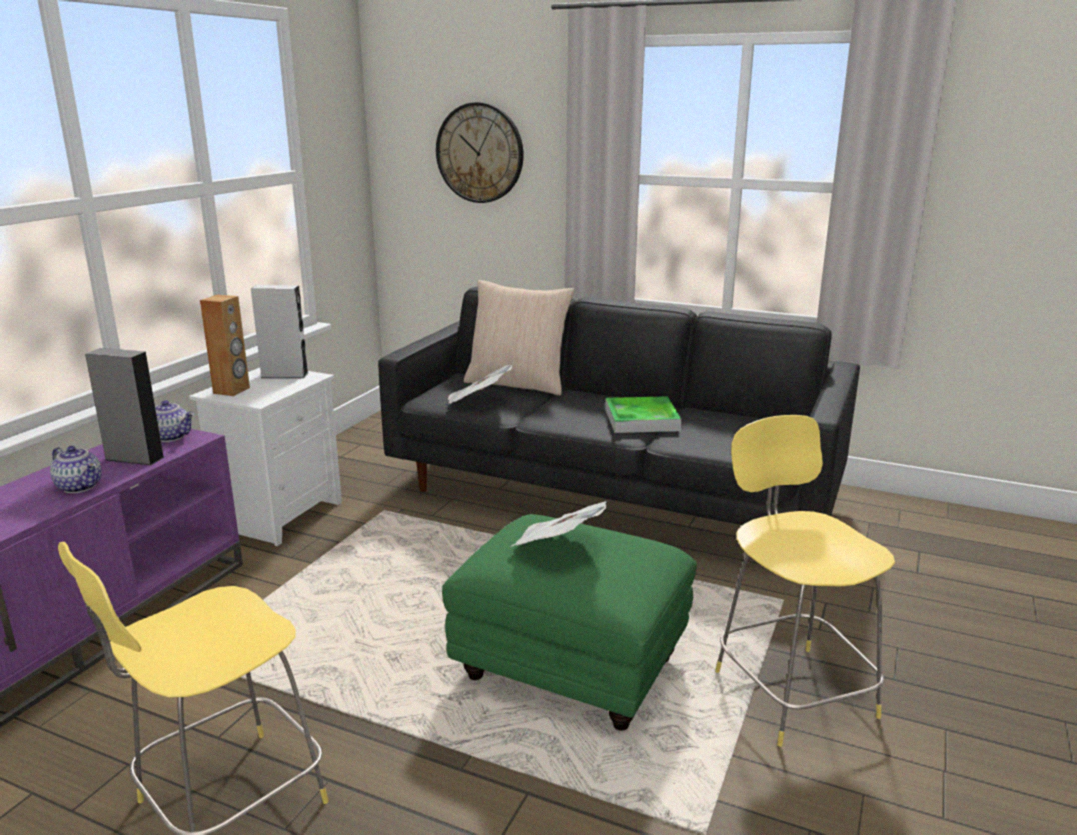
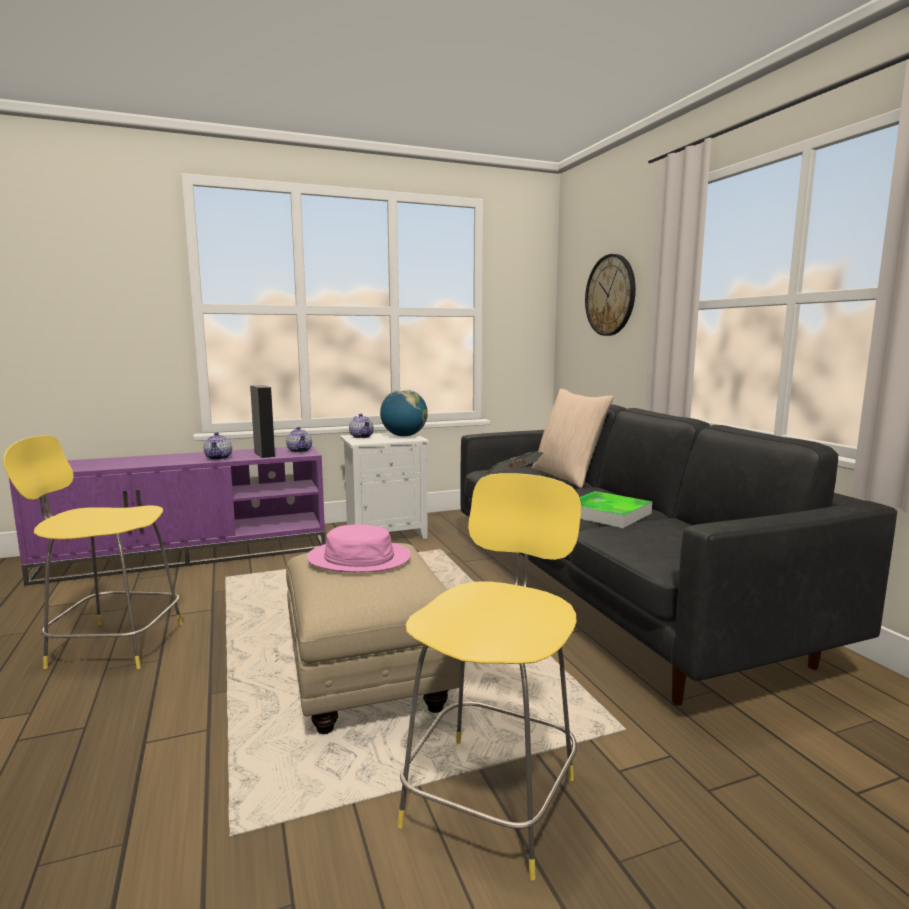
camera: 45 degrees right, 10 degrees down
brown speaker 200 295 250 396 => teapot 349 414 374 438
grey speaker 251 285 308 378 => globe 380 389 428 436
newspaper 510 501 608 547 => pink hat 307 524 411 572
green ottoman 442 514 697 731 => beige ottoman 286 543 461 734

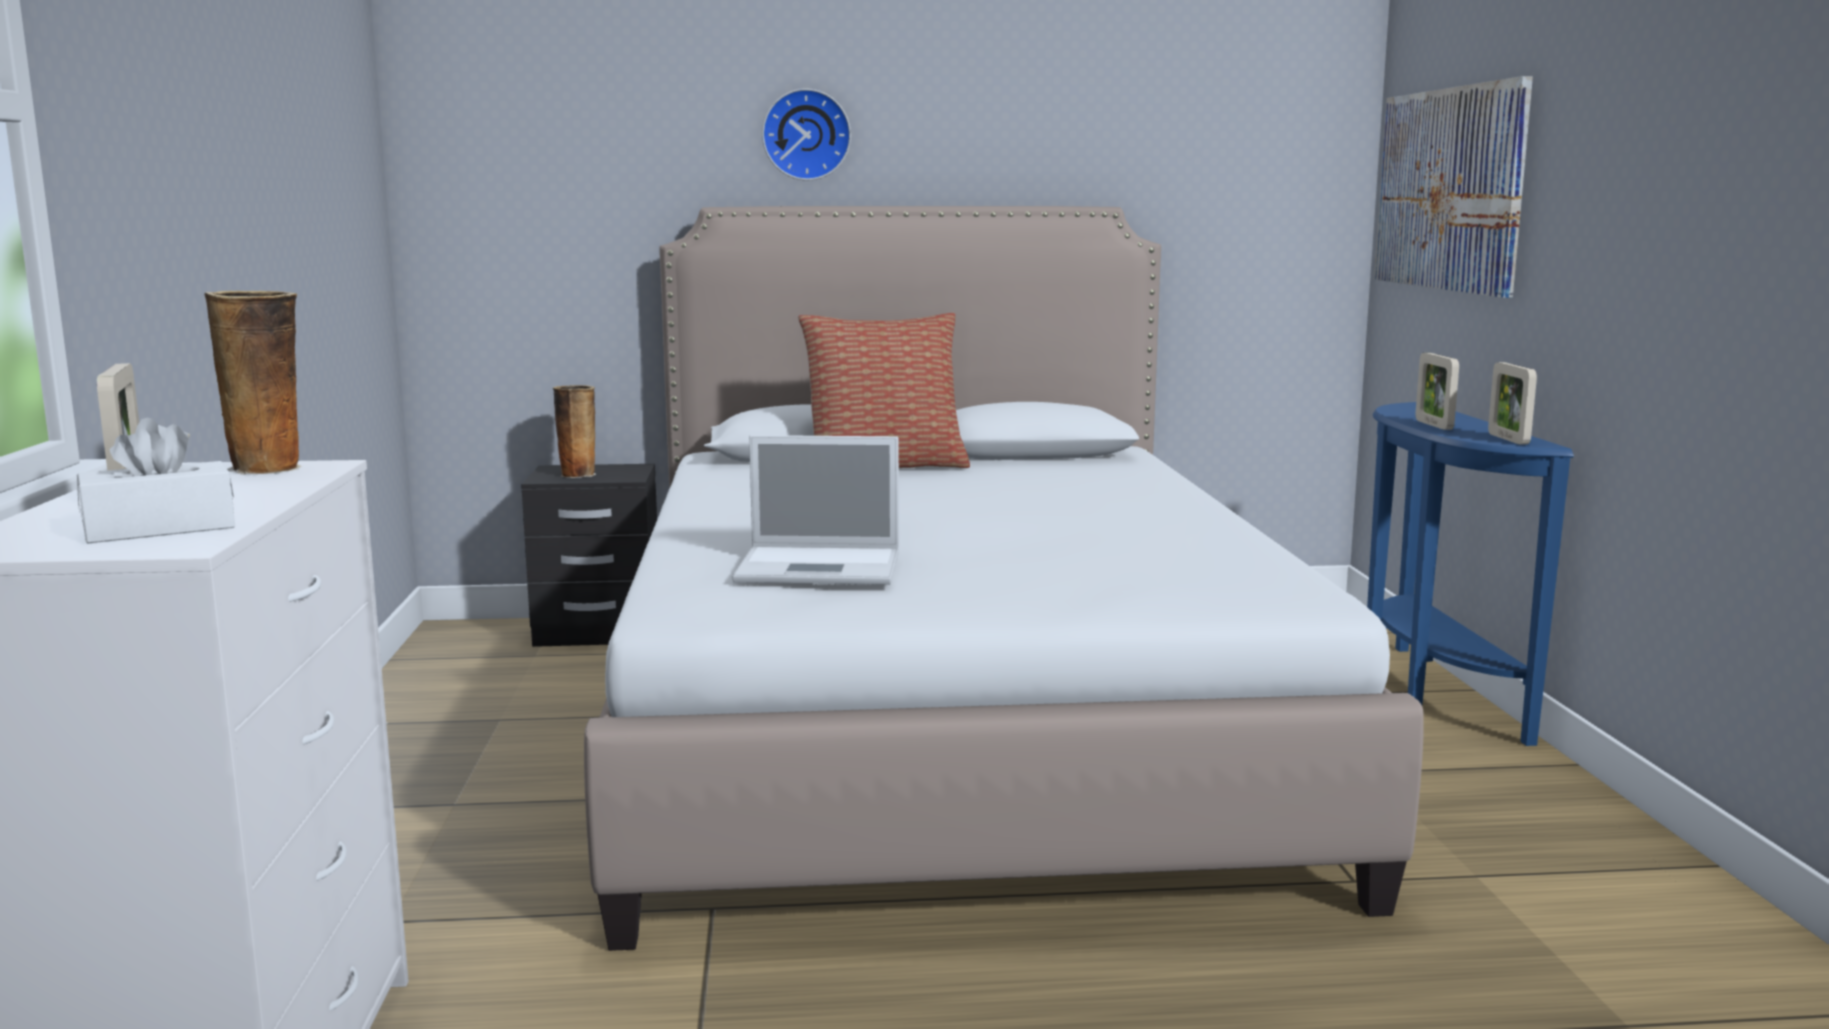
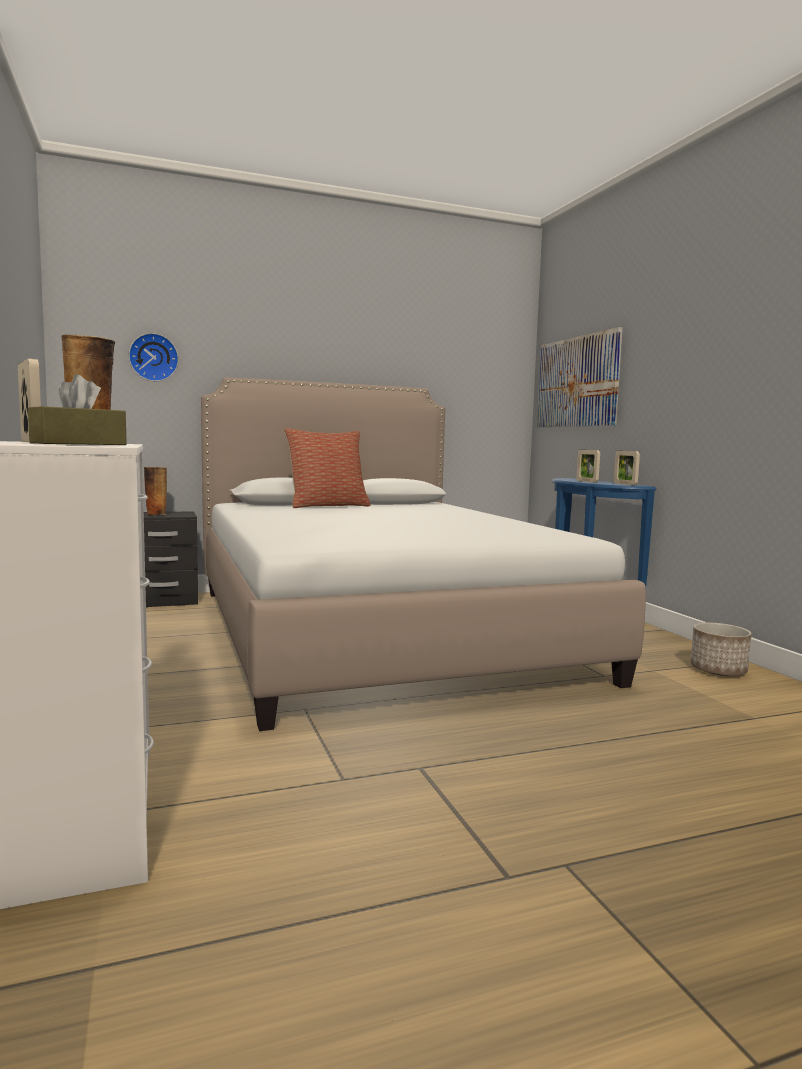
camera: 15 degrees left, 5 degrees down
laptop 732 435 899 585 => nothing
nothing => planter 691 623 752 676
wall clock 762 88 851 181 => wall clock 129 333 179 382, move
white tissue box 77 418 235 543 => brown tissue box 28 374 127 445

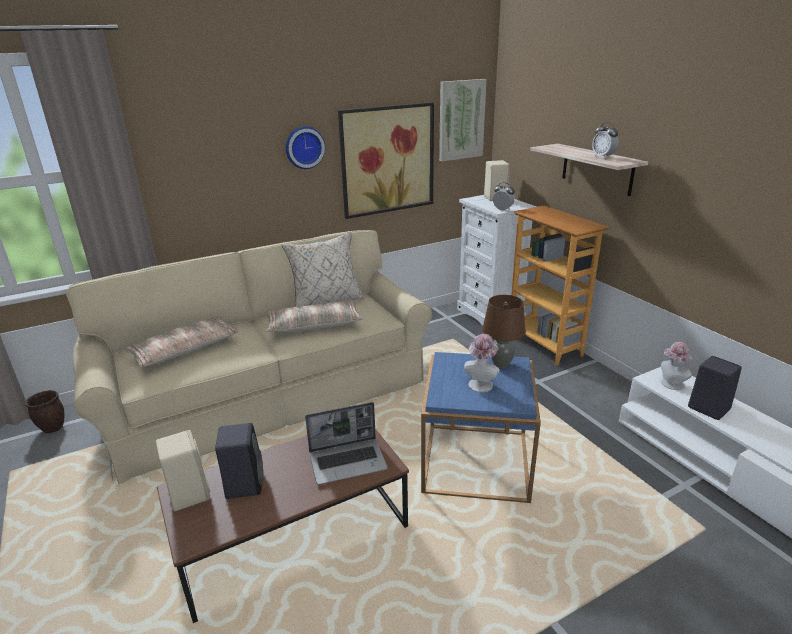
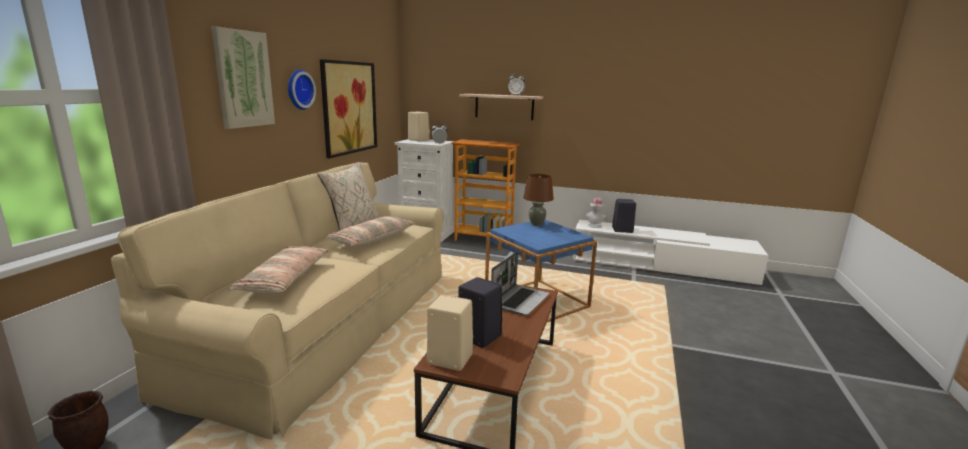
camera: 45 degrees left, 10 degrees down
hat 464 334 500 392 => nothing
picture 439 79 487 161 => picture 211 27 275 129, move

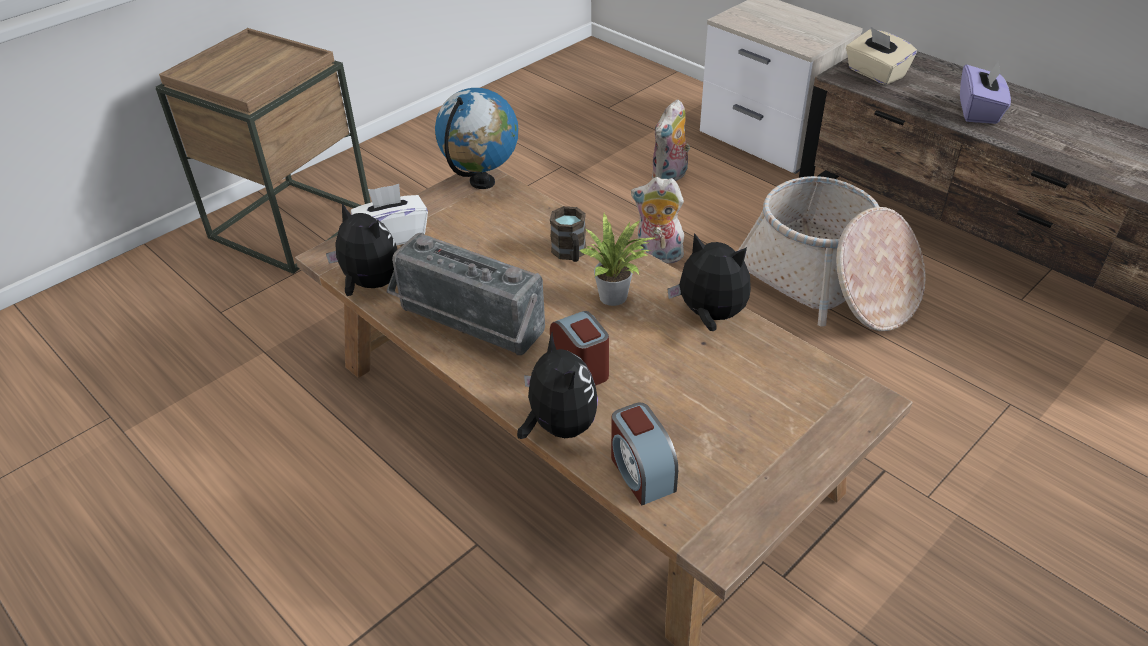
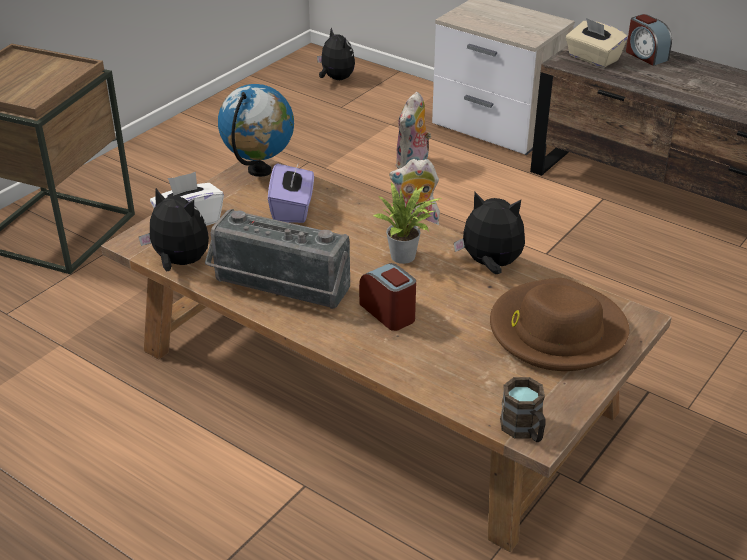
camera: 10 degrees left, 5 degrees down
basket 738 176 926 331 => nothing
nothing => brown hat 490 278 629 371
plush toy 517 333 598 439 => plush toy 317 27 355 80, move
brown mug 550 206 586 262 => brown mug 500 377 546 442, move
alarm clock 611 403 678 505 => alarm clock 626 14 672 66, move
purple tissue box 960 61 1011 124 => purple tissue box 268 160 314 223, move

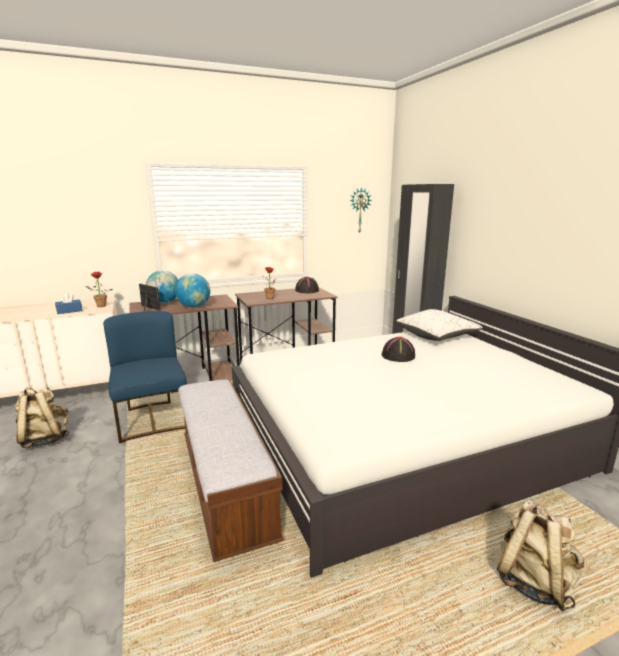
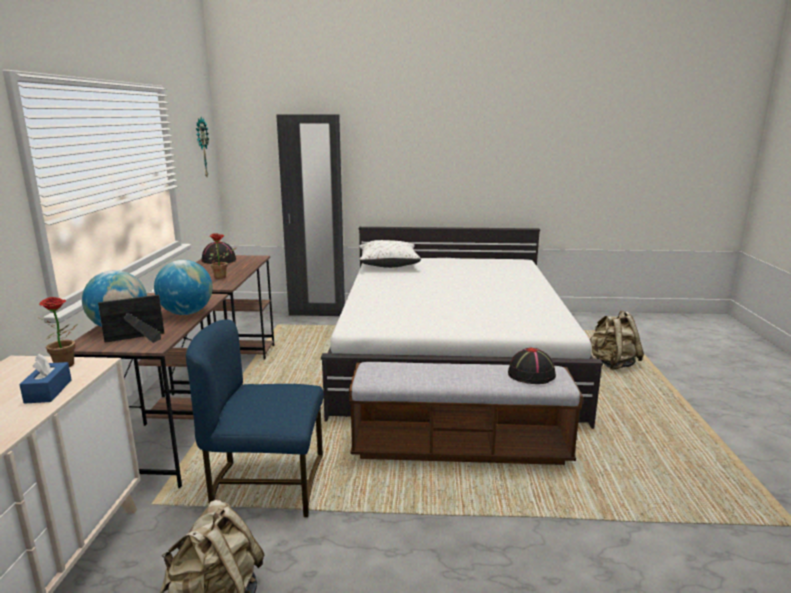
camera: 65 degrees left, 0 degrees up
black hat 382 337 415 362 => black hat 508 347 556 384, move

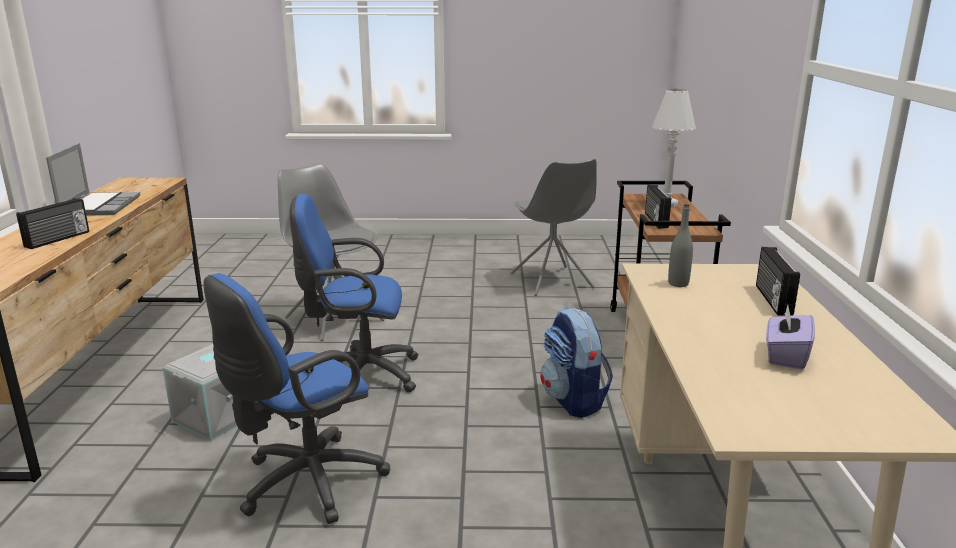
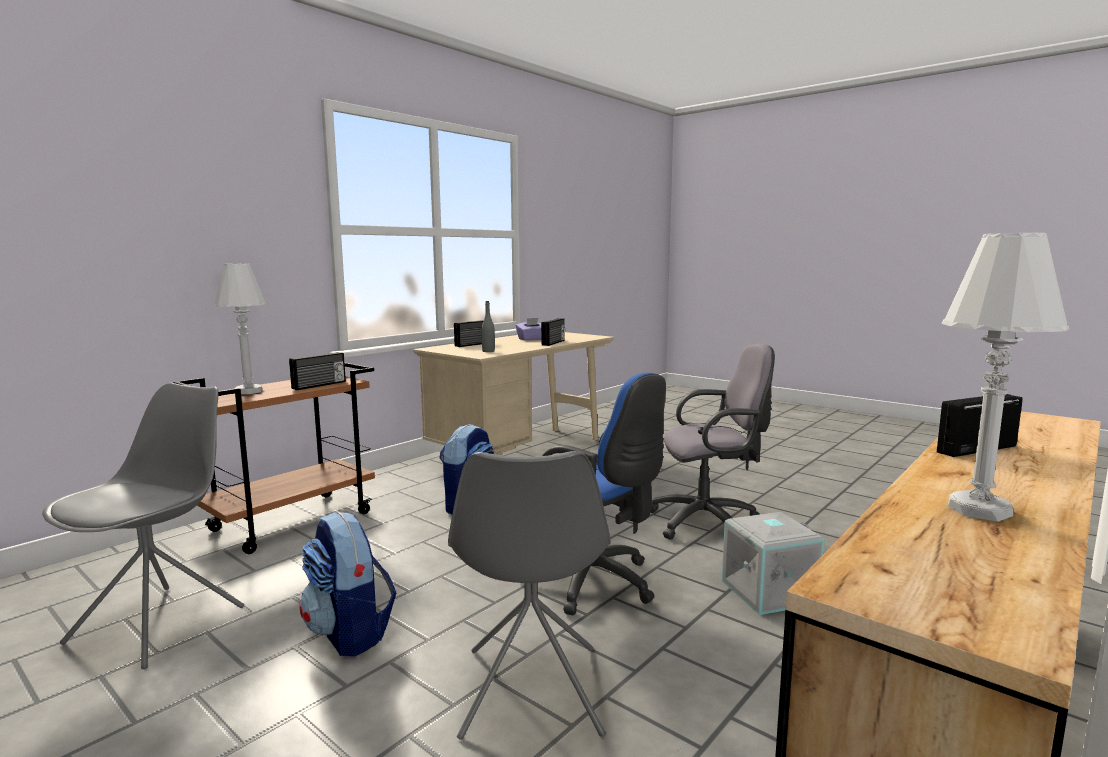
camera: 140 degrees left, 10 degrees down
nothing => backpack 300 511 396 657
nothing => radio 541 318 565 346
laptop 46 143 140 216 => white table lamp 941 233 1069 522
blue office chair 203 273 390 524 => grey office chair 650 344 775 540

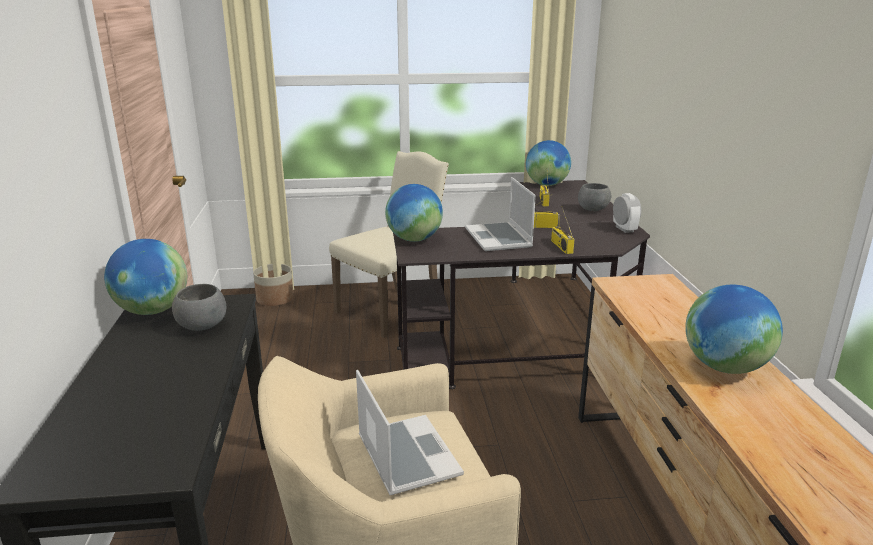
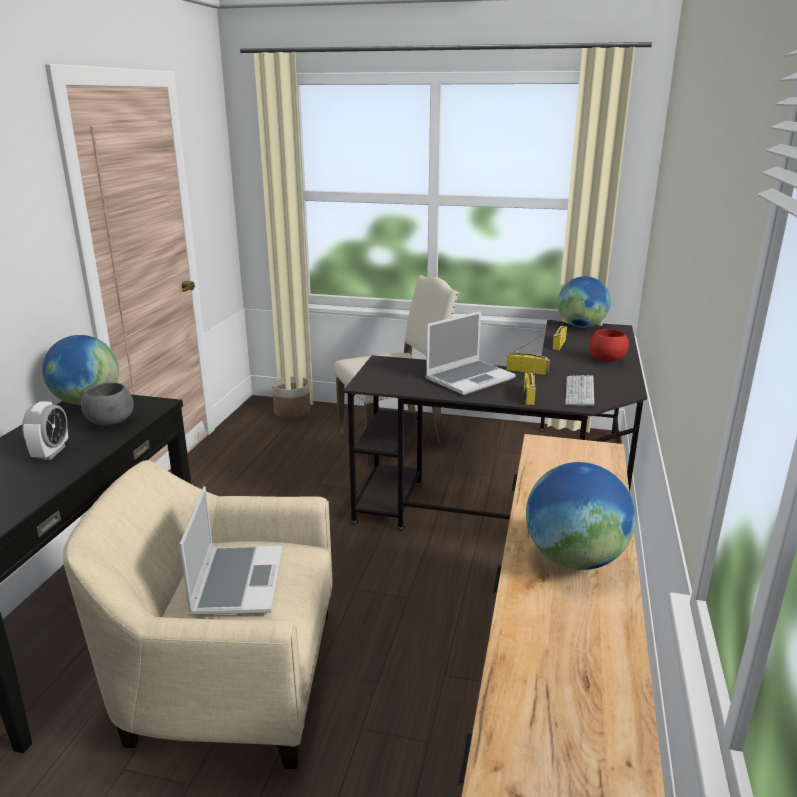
camera: 20 degrees right, 0 degrees up
globe 385 184 443 242 => nothing
nothing => keyboard 565 375 594 406
alarm clock 613 193 641 233 => alarm clock 22 401 68 460, move
grey bowl 578 183 612 211 => red bowl 589 329 629 362
laptop 465 177 536 251 => laptop 426 311 516 395, 135 degrees counterclockwise

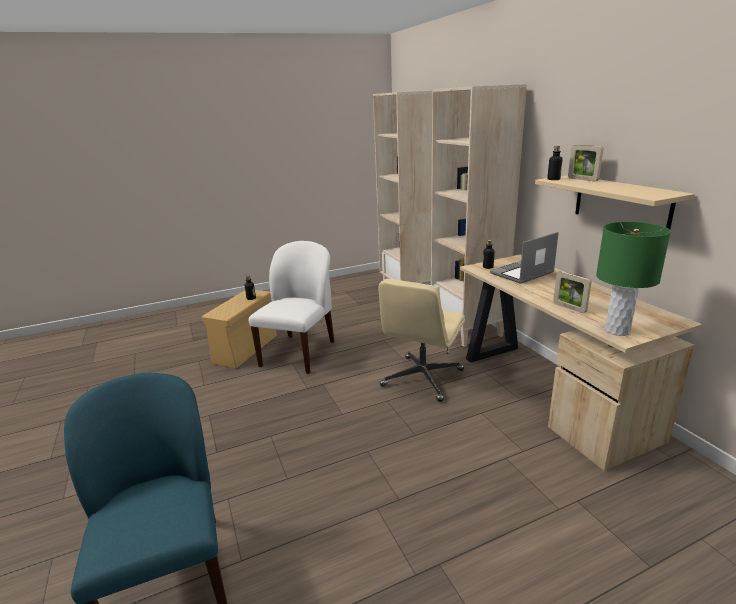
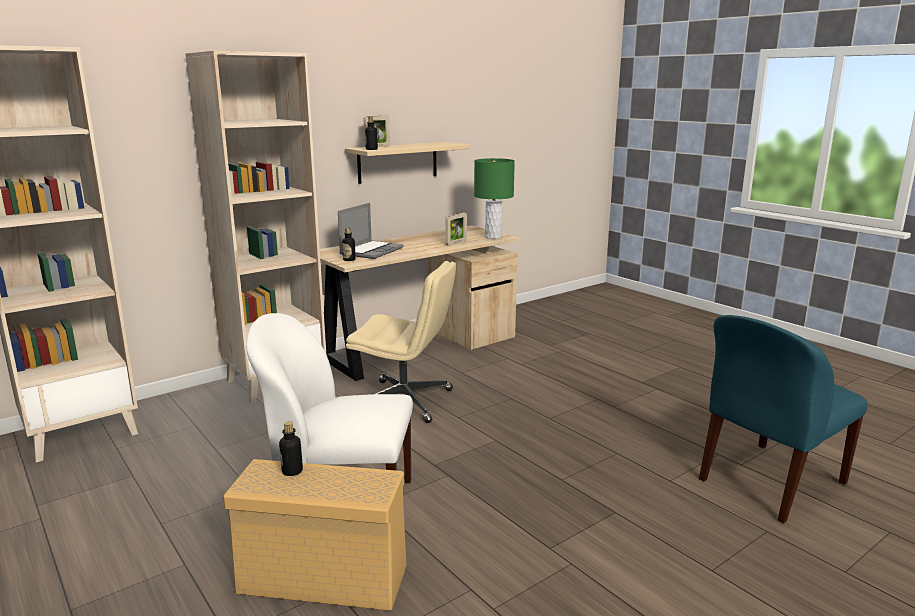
camera: 105 degrees left, 5 degrees down
laptop 490 232 559 284 => laptop 338 203 403 259, 105 degrees counterclockwise

